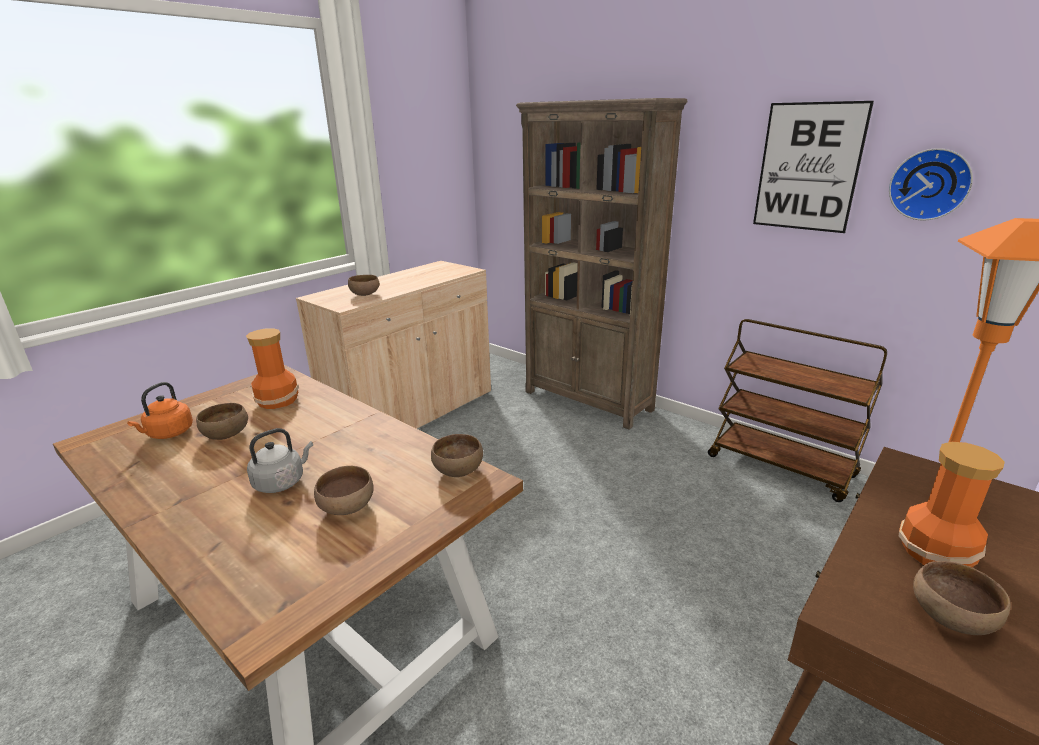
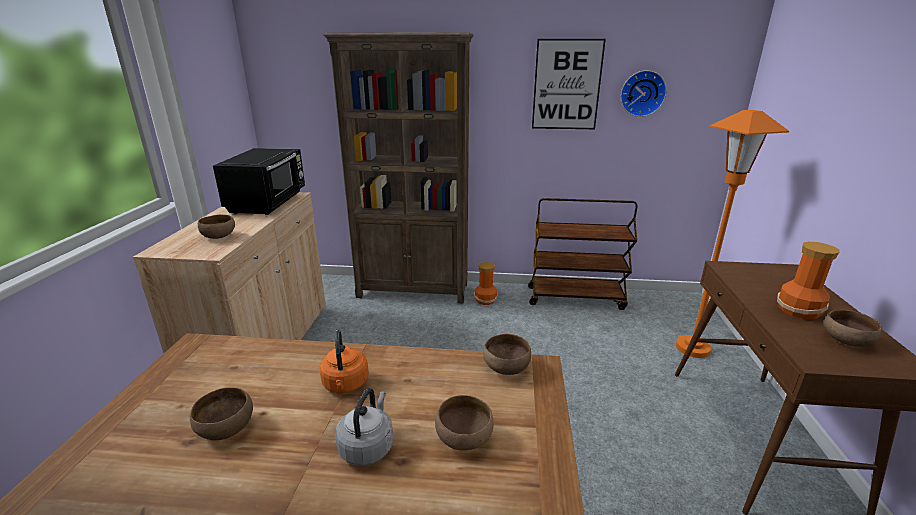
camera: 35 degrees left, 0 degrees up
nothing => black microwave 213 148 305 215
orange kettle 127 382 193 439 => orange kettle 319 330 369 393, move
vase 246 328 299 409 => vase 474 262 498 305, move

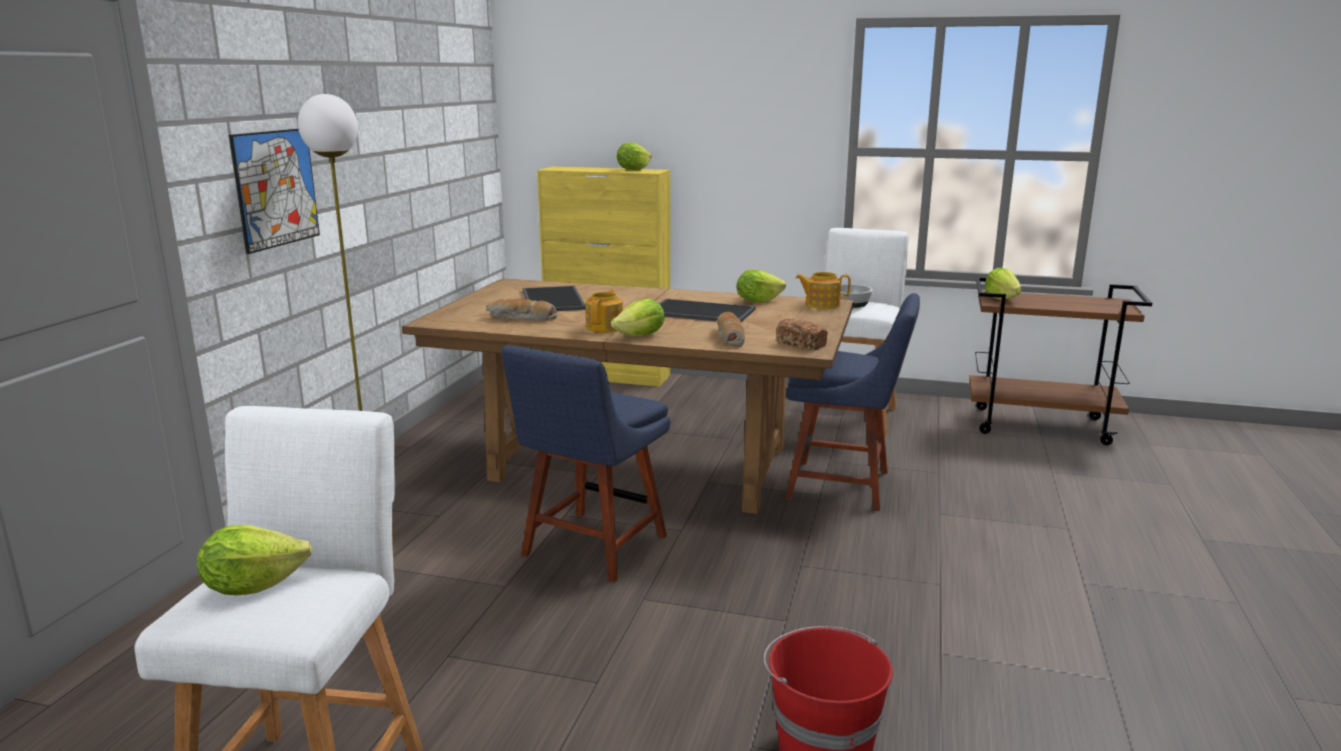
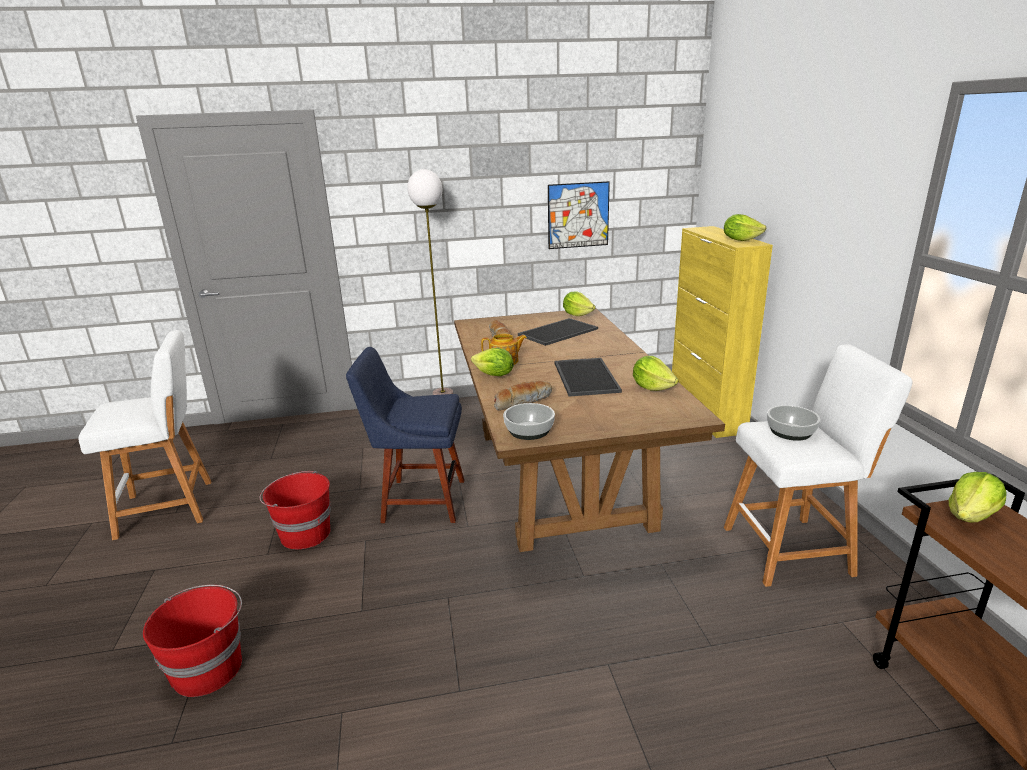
camera: 65 degrees right, 5 degrees up
blue chair 785 293 920 511 => nothing
teapot 796 272 851 309 => nothing
nothing => red bucket 260 471 331 549
lettuce 197 525 312 595 => lettuce 563 291 595 316, move
picture 229 129 320 254 => picture 548 181 610 249, move
bread 776 318 828 350 => bowl 503 403 555 440

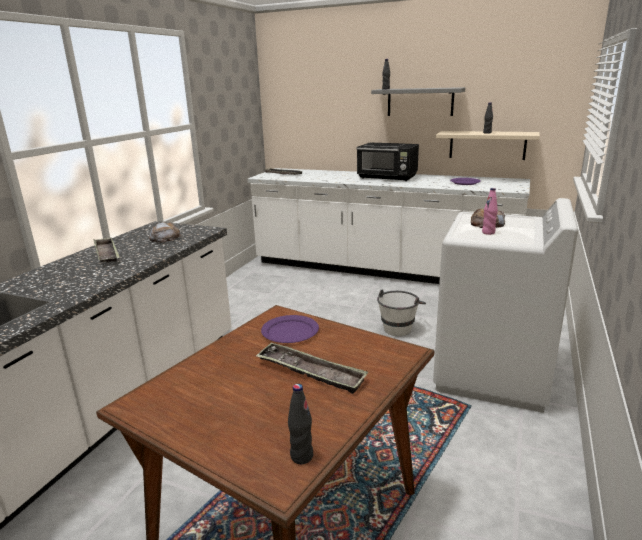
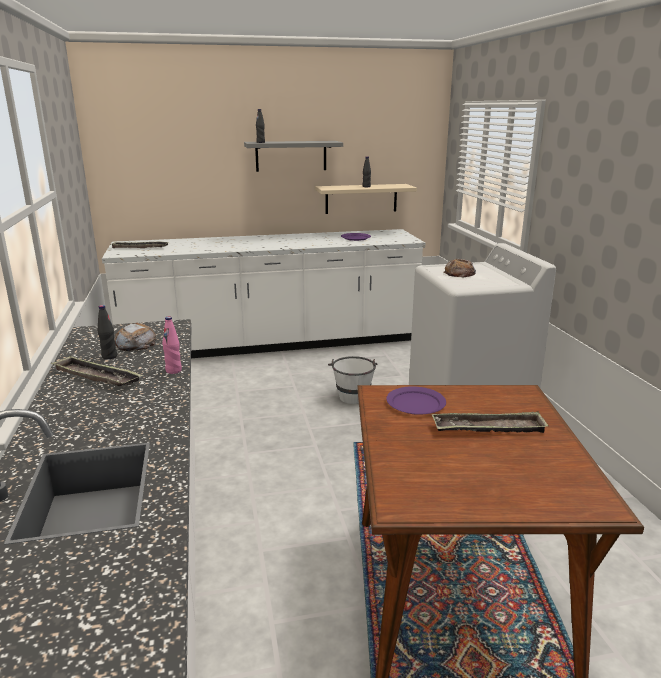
camera: 35 degrees left, 0 degrees up
black microwave 357 143 419 181 => nothing
black bottle 288 384 313 464 => black bottle 98 305 117 360, move
pink bottle 482 188 498 235 => pink bottle 162 316 182 374, move

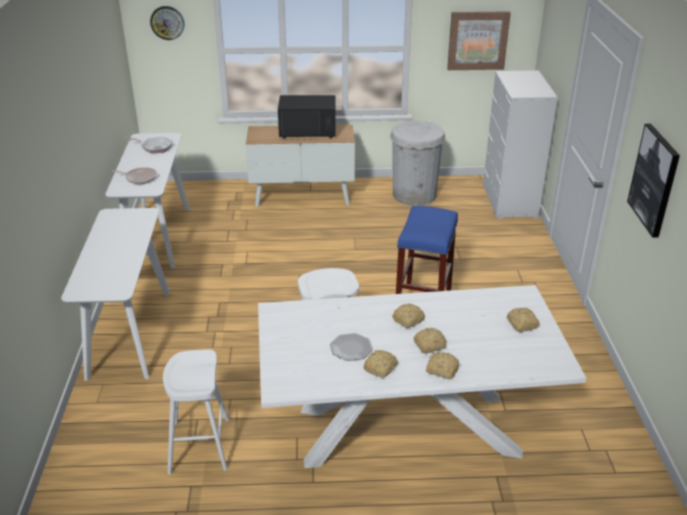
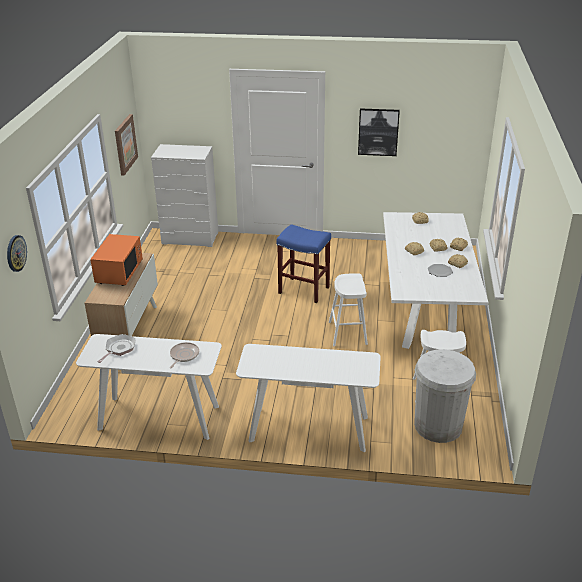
camera: 80 degrees left, 0 degrees up
white trash can 390 121 445 206 => white trash can 414 349 476 443, move
black microwave 278 95 336 138 => orange microwave 90 234 143 286

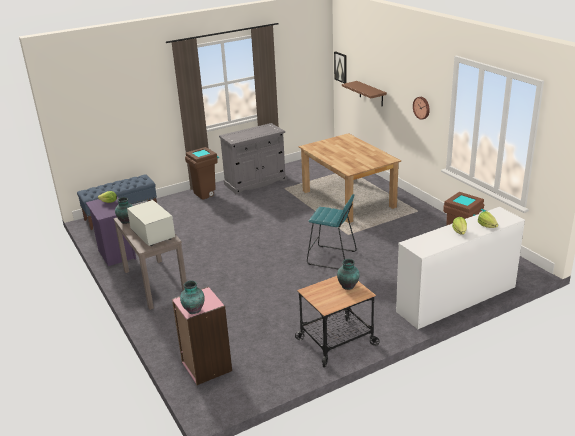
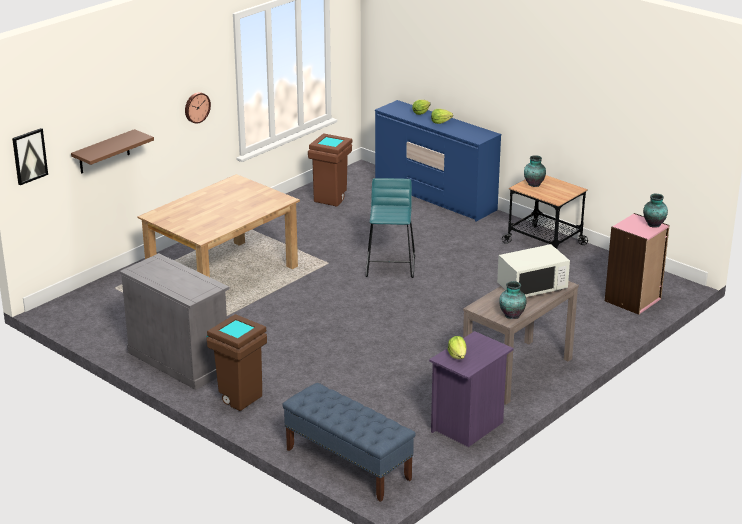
camera: 110 degrees left, 0 degrees up
white dresser 396 207 525 329 => blue dresser 375 100 501 222
white microwave 127 200 175 246 => white microwave 497 244 570 297, 150 degrees counterclockwise

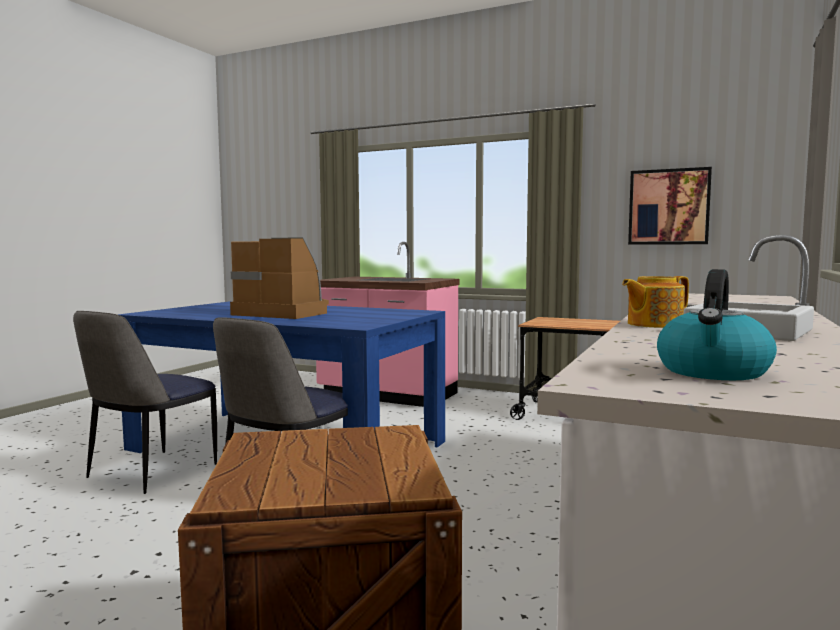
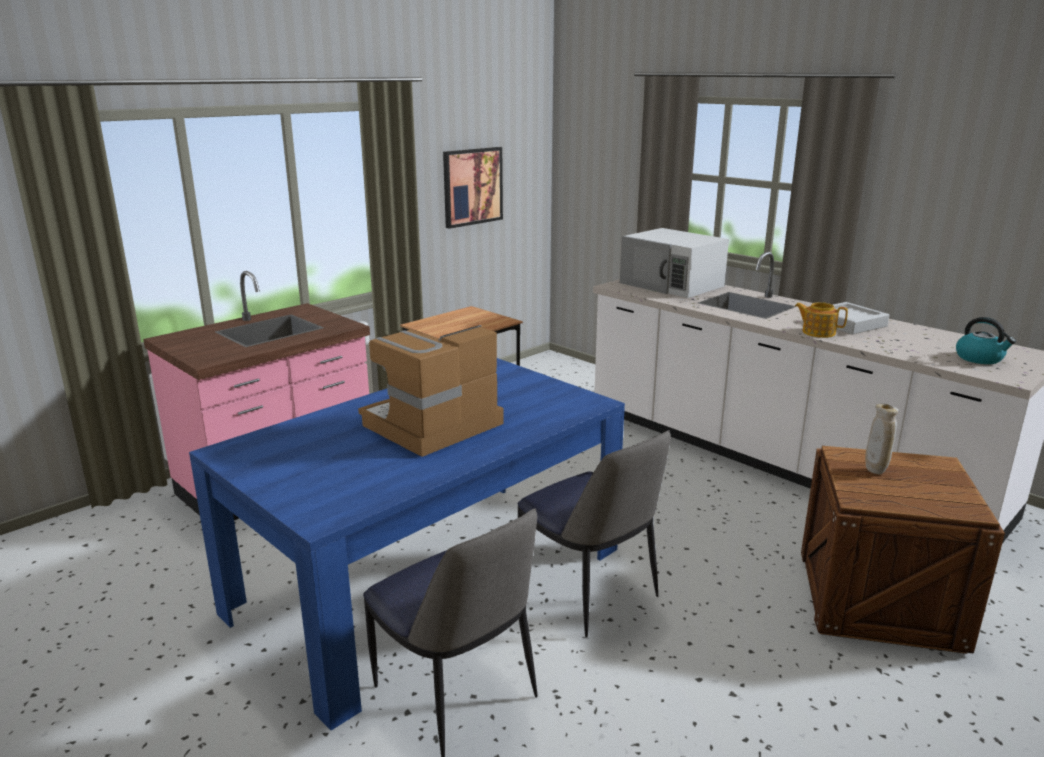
camera: 70 degrees left, 15 degrees up
nothing => white microwave 620 228 729 298
nothing => beige vase 865 404 898 474
teapot 622 276 689 328 => teapot 795 302 848 338, 120 degrees clockwise

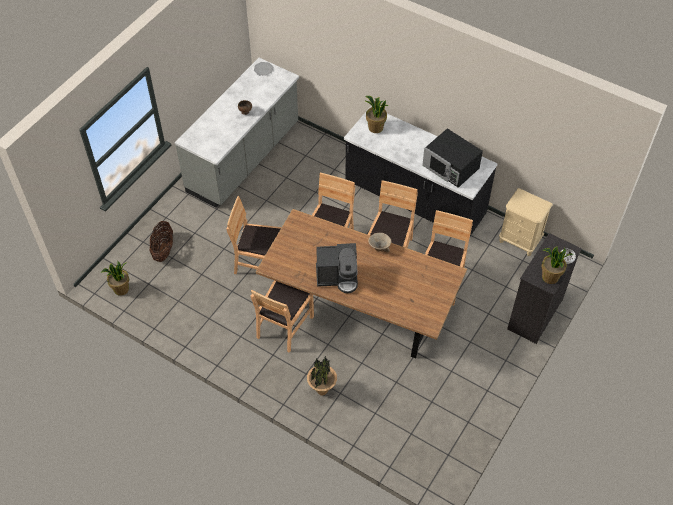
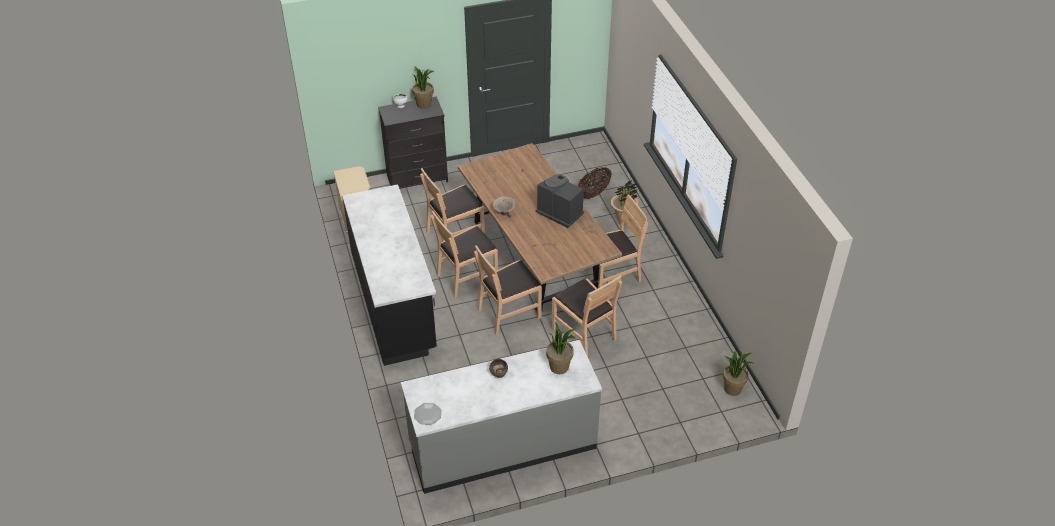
camera: 140 degrees left, 10 degrees down
black microwave 422 129 483 188 => nothing
basket 149 221 173 262 => basket 578 167 612 199, move
potted plant 364 96 388 133 => potted plant 546 322 576 374, move

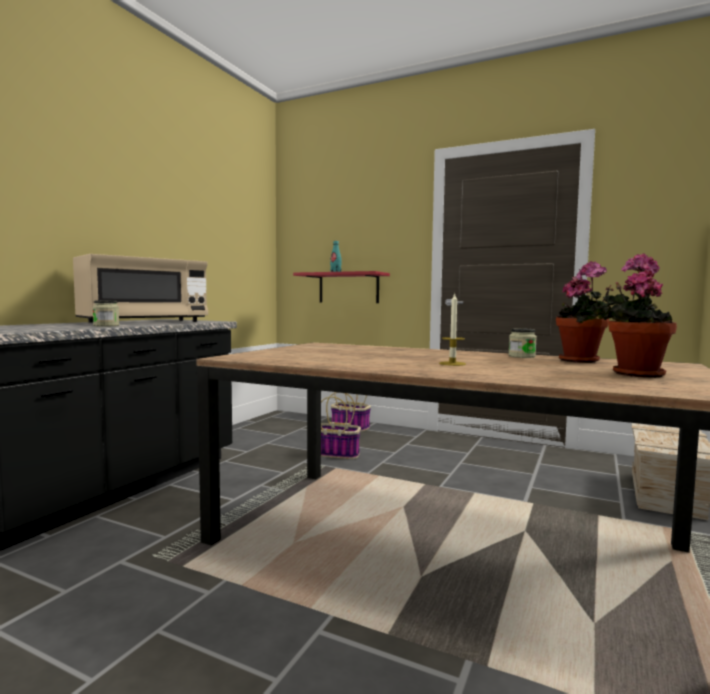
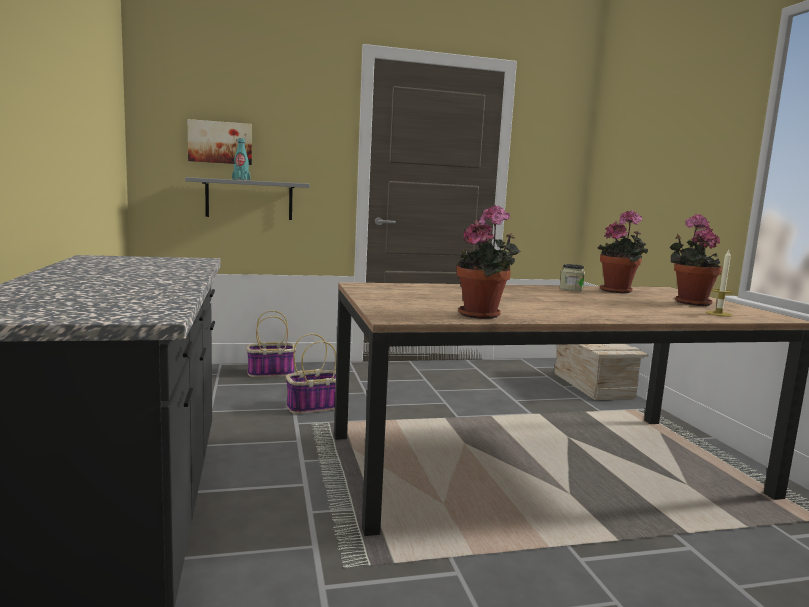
camera: 40 degrees left, 5 degrees up
beige microwave 73 254 208 323 => nothing
jar 93 301 119 326 => nothing
nothing => picture 188 119 252 165
nothing => potted plant 457 205 521 319
candle 439 293 466 366 => candle 706 250 734 317, move
red shelf 293 271 390 303 => grey shelf 185 177 310 220

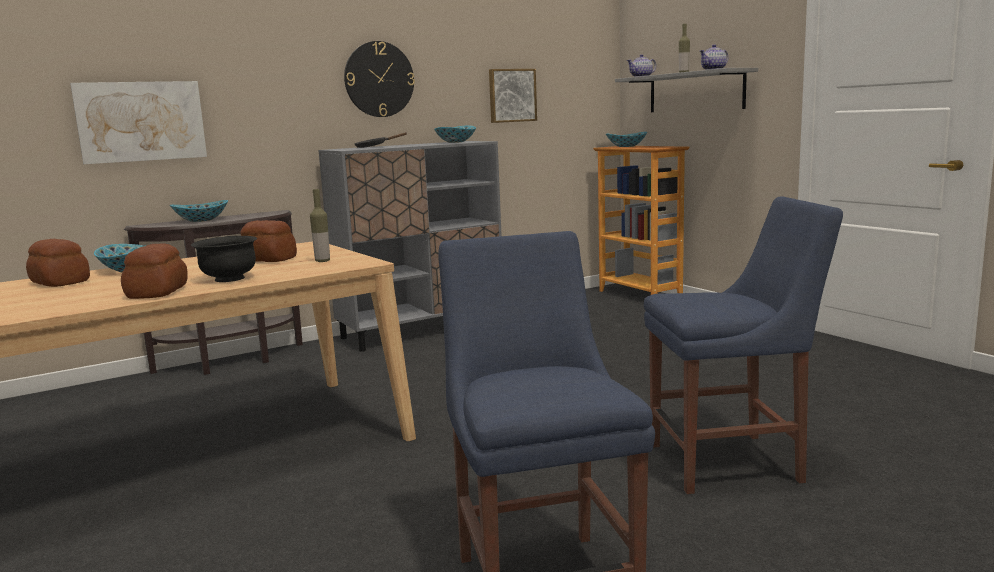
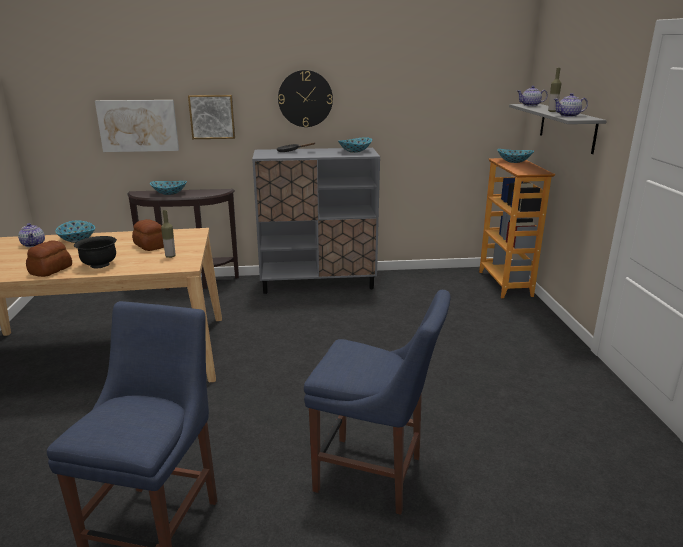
camera: 25 degrees right, 10 degrees up
picture 489 69 537 123 => picture 188 95 235 139, move
bread 26 239 90 287 => teapot 18 223 45 247

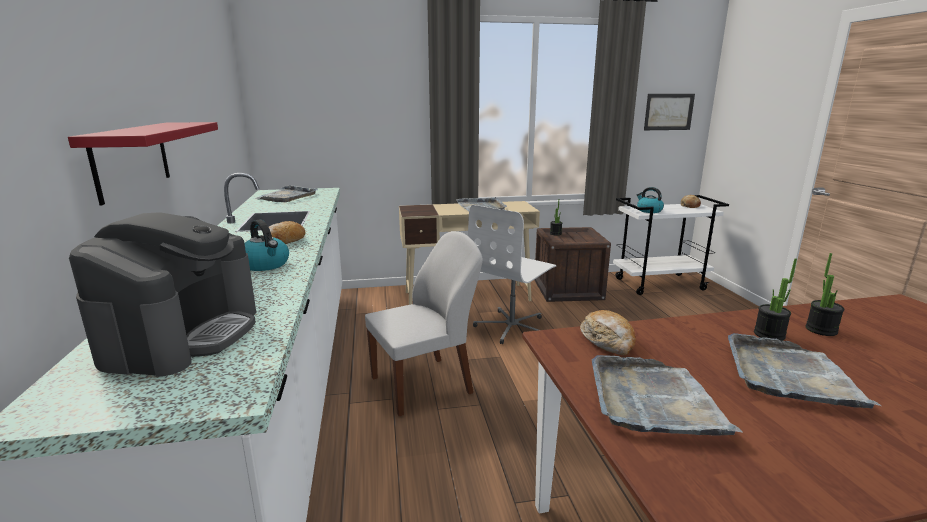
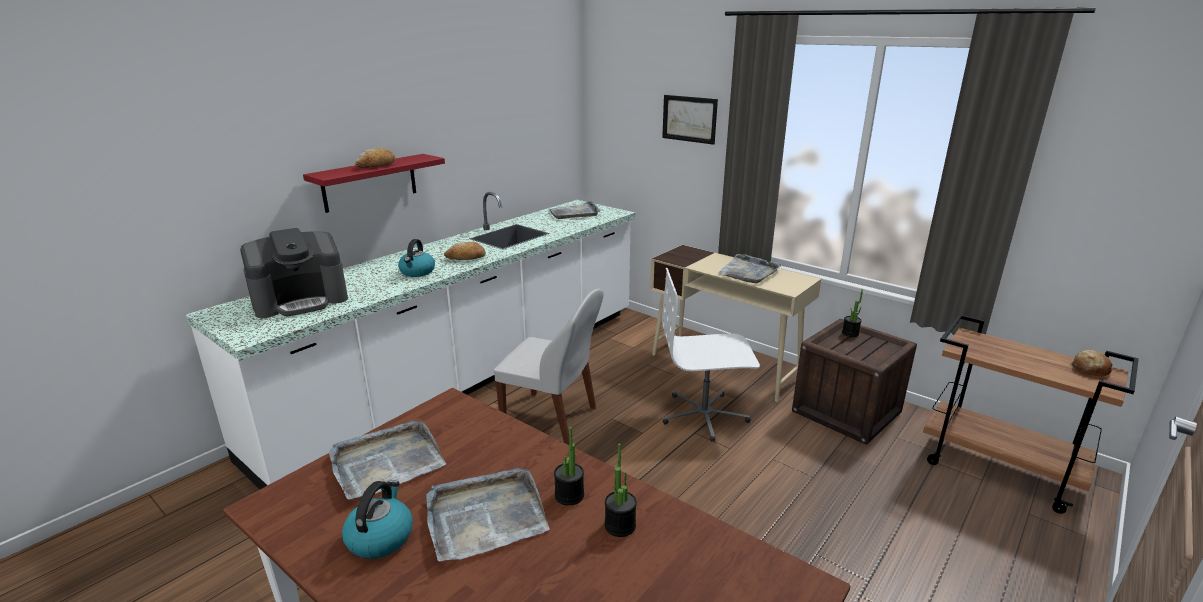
camera: 50 degrees right, 5 degrees up
bread 580 310 636 355 => bread 355 148 396 168, move
kettle 637 187 664 213 => kettle 342 481 413 559, move
picture 644 94 695 130 => picture 662 95 718 145, move
white cart 613 195 729 295 => brown cart 923 314 1139 514

